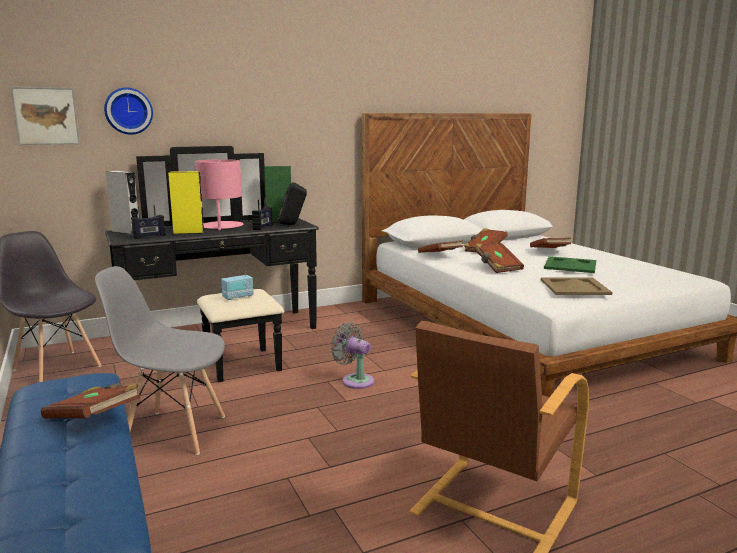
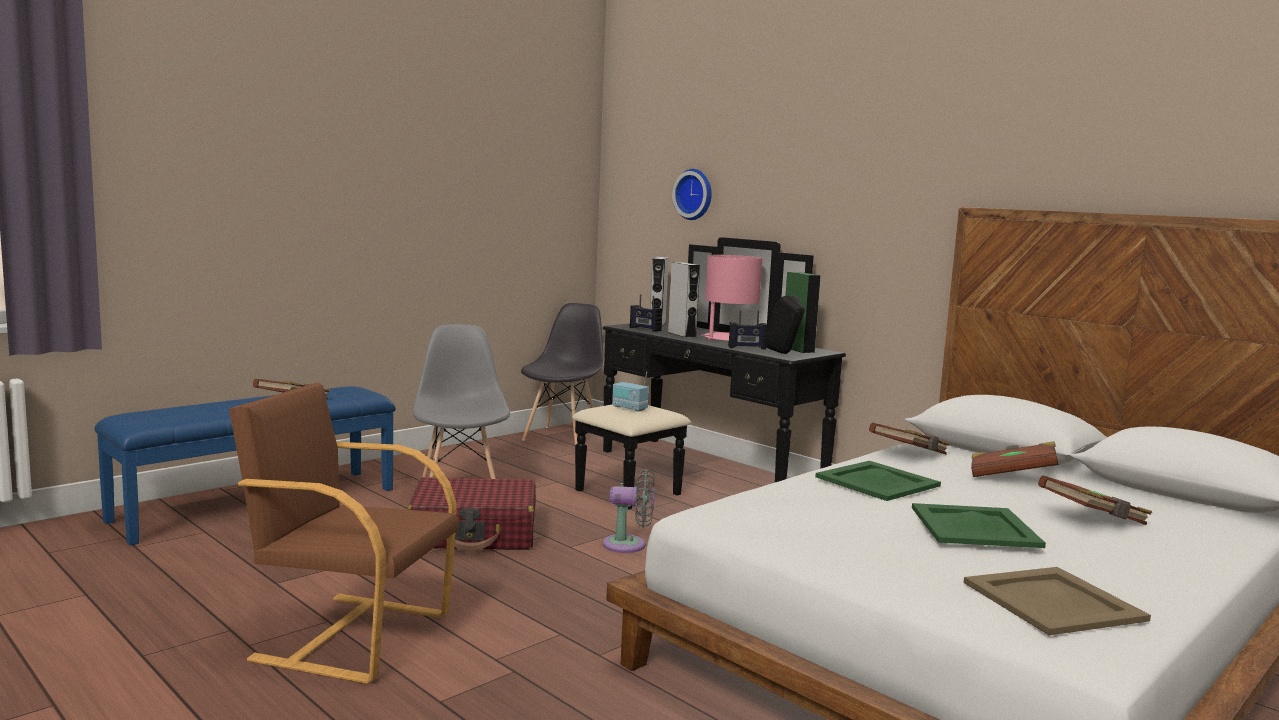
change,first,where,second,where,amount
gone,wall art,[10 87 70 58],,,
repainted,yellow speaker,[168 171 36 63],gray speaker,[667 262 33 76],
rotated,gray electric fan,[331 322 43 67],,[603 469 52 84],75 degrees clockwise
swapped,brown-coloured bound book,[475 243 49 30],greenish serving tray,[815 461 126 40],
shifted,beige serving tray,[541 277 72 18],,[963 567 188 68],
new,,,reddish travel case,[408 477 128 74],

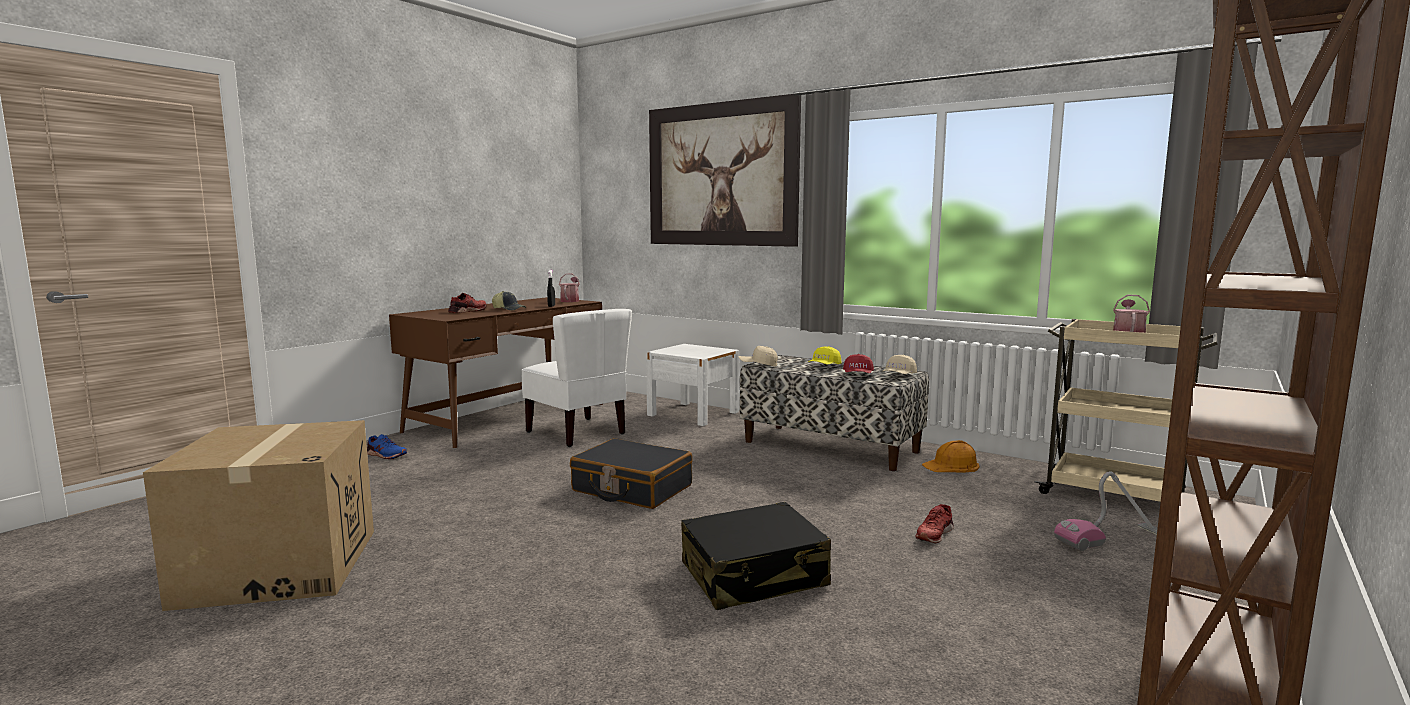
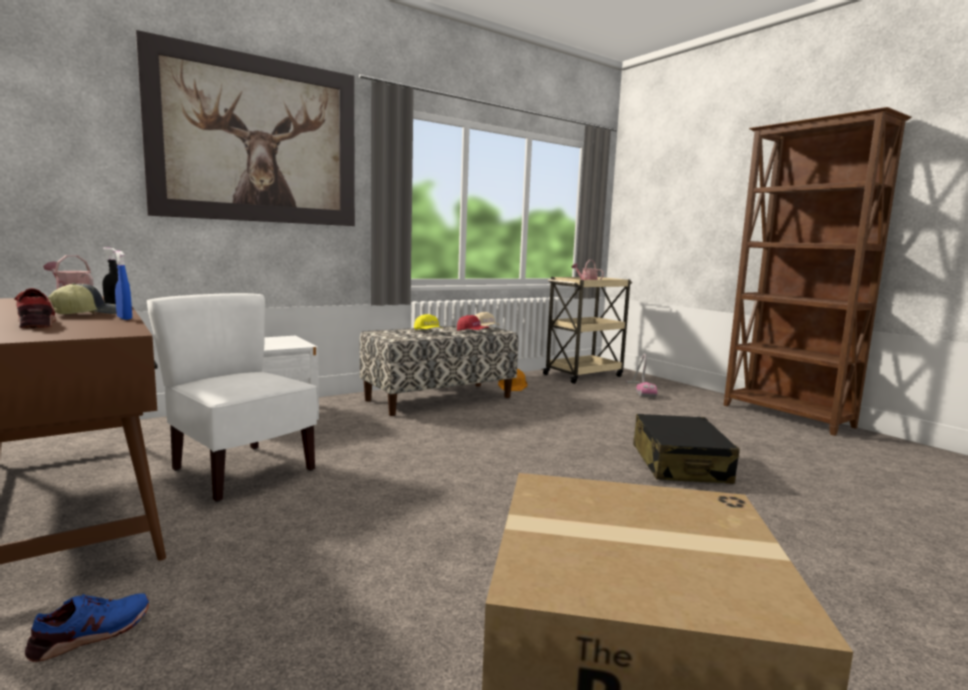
change,first,where,second,where,amount
rotated,whitish upright chair,[521 309 111 138],,[147 293 170 209],120 degrees counterclockwise
gone,black-coloured travel case,[570 438 122 71],,,
gone,beige peaked cap,[738 346 40 21],,,
gone,reddish low shoe,[916 504 38 40],,,
new,,,blue spray bottle,[115 251 17 69],

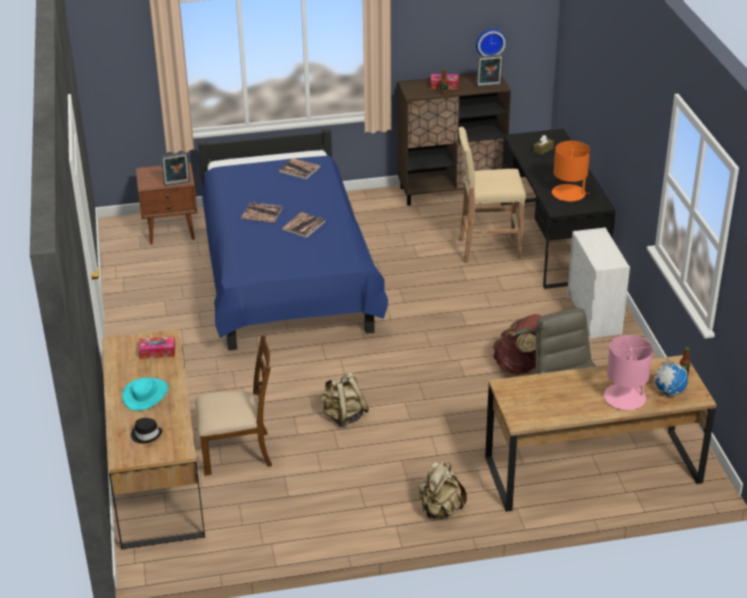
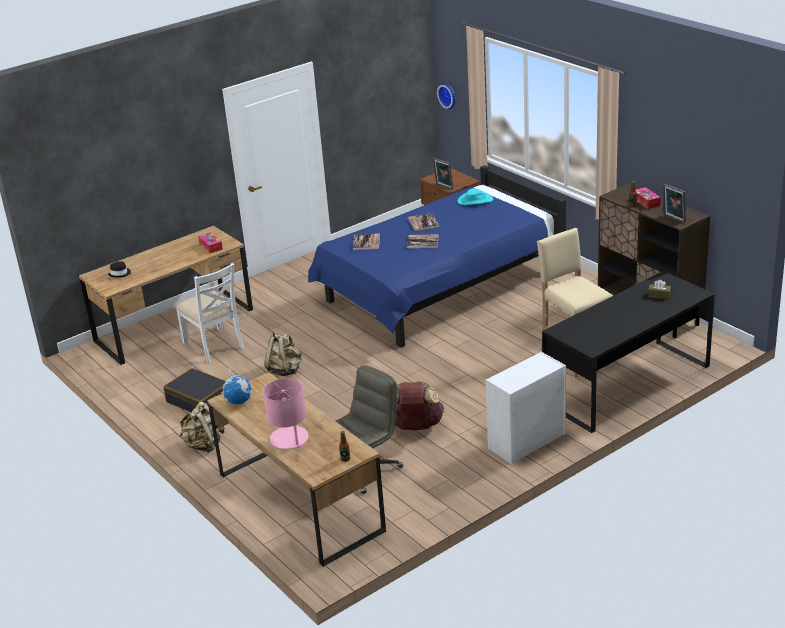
change,first,where,second,where,amount
shifted,turquoise-coloured wearable hat,[122 378 46 33],,[458 189 36 16],
repainted,brown-coloured upright chair,[195 335 77 141],whitish upright chair,[176 263 69 100],
shifted,bound book,[279 158 41 21],,[353 233 27 17],
shifted,clock on the wall,[476 29 30 27],,[437 83 19 26],
gone,orange lamp for a table,[552 141 38 60],,,
shifted,world globe,[654 361 34 35],,[221 368 31 37],
new,,,black-coloured travel case,[163 368 63 44],

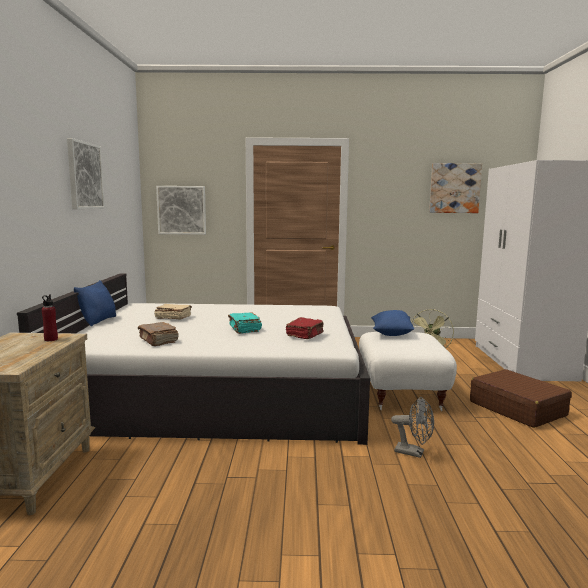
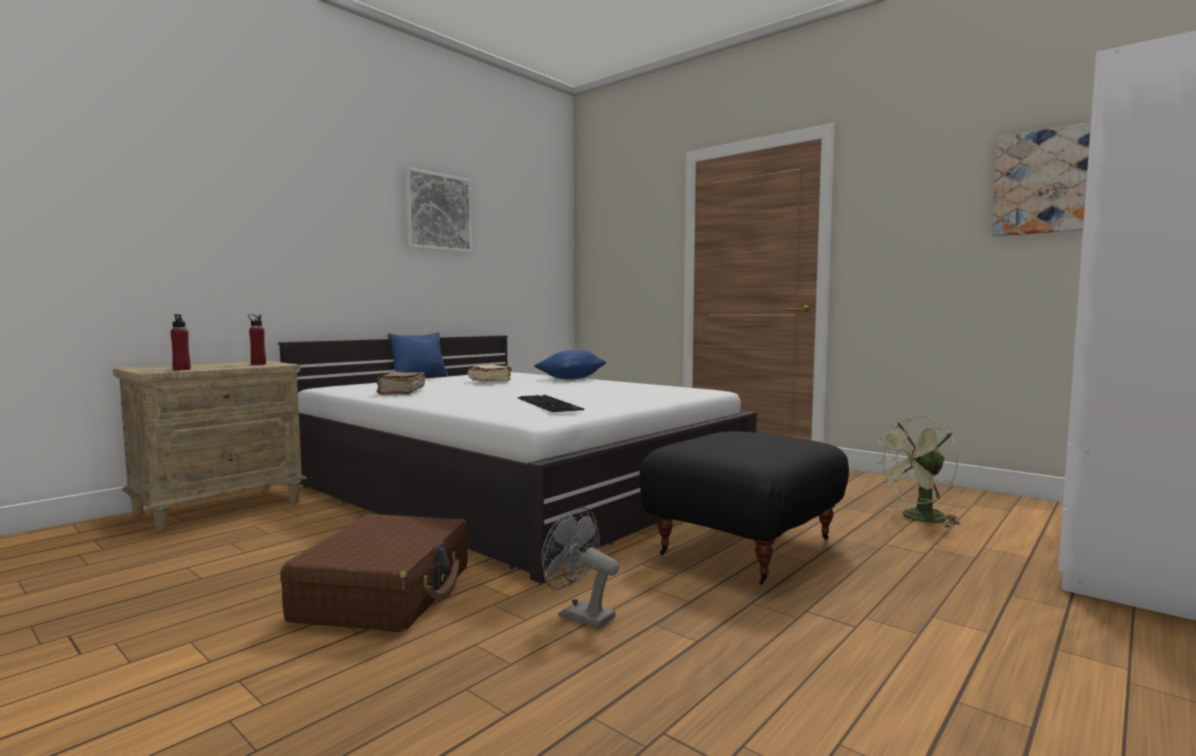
change,first,where,second,where,amount
gone,wall art,[156 186 50 49],,,
gone,turquoise-coloured bound book,[228 312 34 22],,,
swapped,reddish bound book,[286 317 38 22],PC keyboard,[518 395 66 17],
repainted,whitish footrest,[359 332 98 79],black-coloured footrest,[639 431 210 154],
shifted,blue pillow,[371 310 43 26],,[534 350 73 29],
rotated,gray electric fan,[391 397 43 61],,[541 507 78 122],150 degrees clockwise
shifted,brown-coloured travel case,[470 369 102 59],,[280 514 188 118],
new,,,reddish drink bottle,[171 314 20 56],

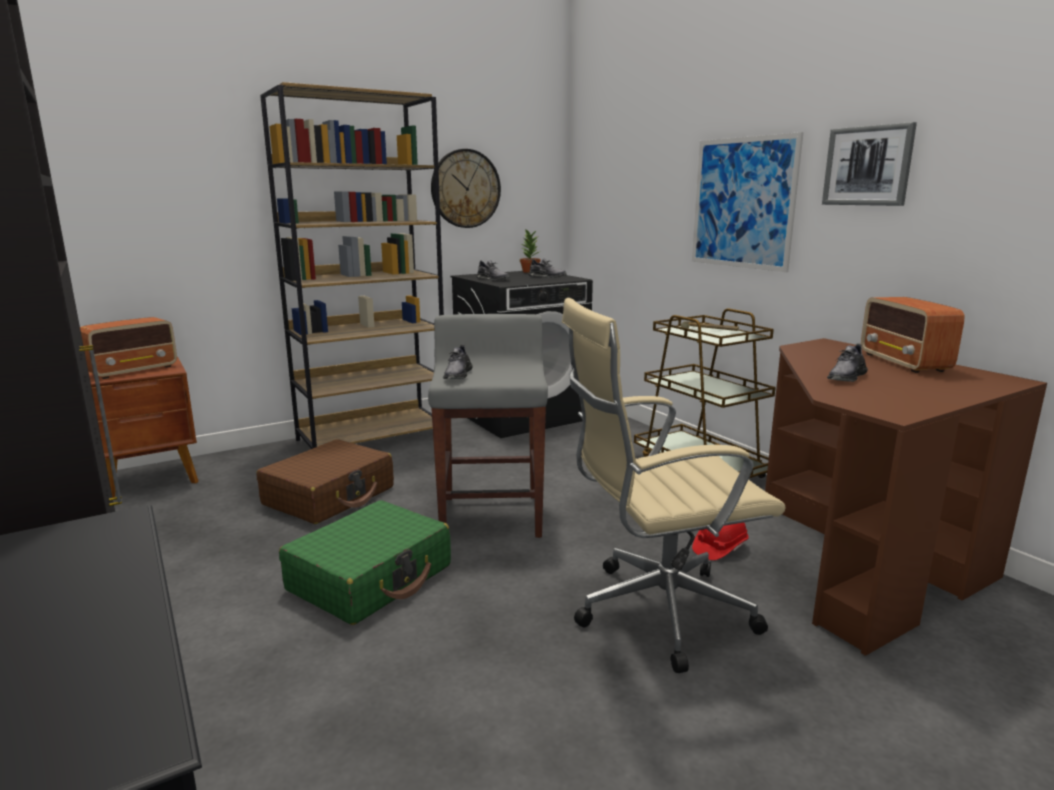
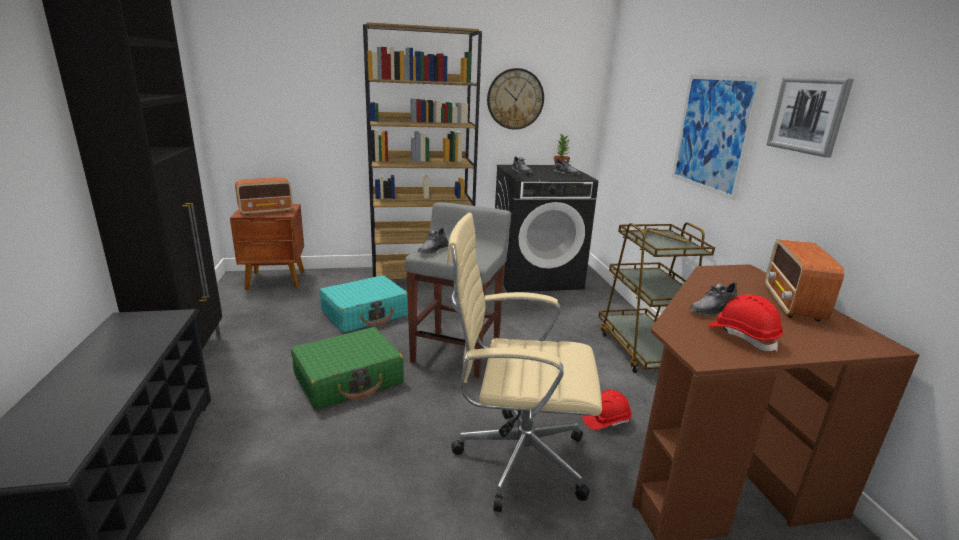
change,first,where,second,where,amount
repainted,brown-coloured travel case,[256 439 138 85],turquoise-coloured travel case,[319 275 89 58],
new,,,reddish safety helmet,[708 294 75 58],

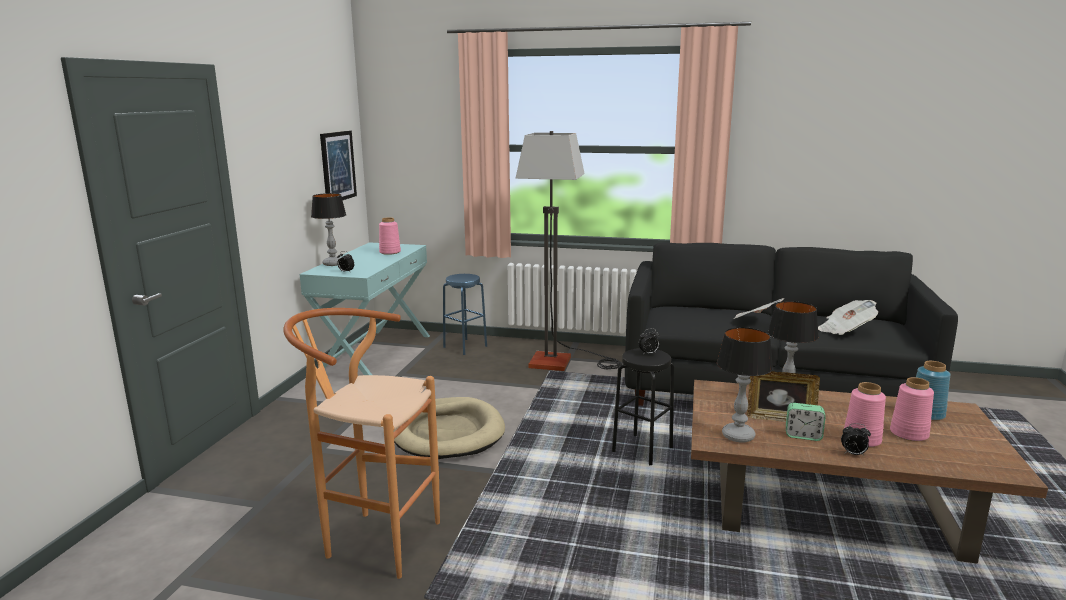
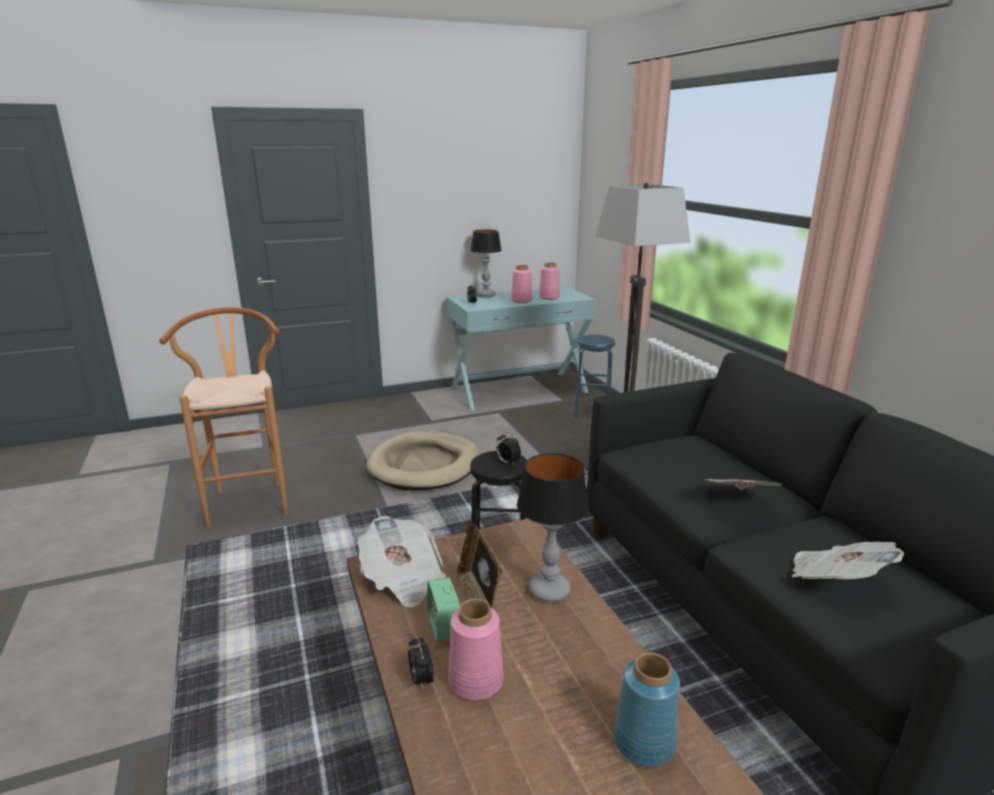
change,first,where,second,where,amount
gone,wall art,[320 131 37 69],,,
swapped,lamp for a table,[717 327 56 116],daily paper,[357 516 89 92],
shifted,pink vase,[890 377 44 64],,[511 265 21 38],

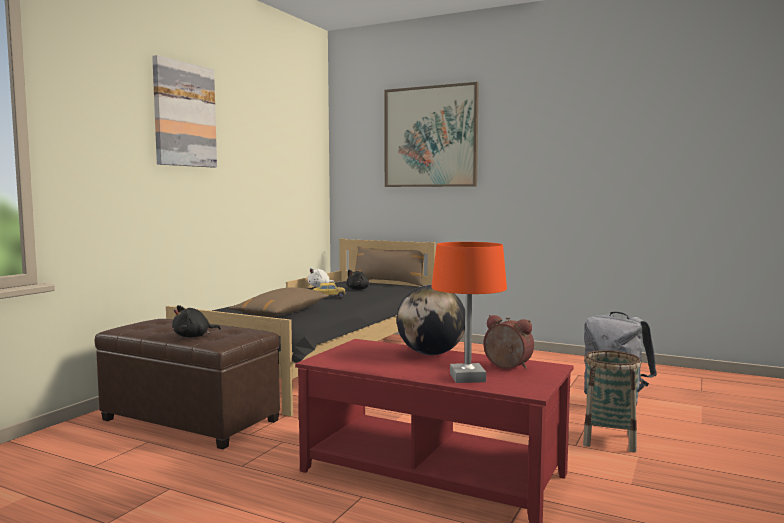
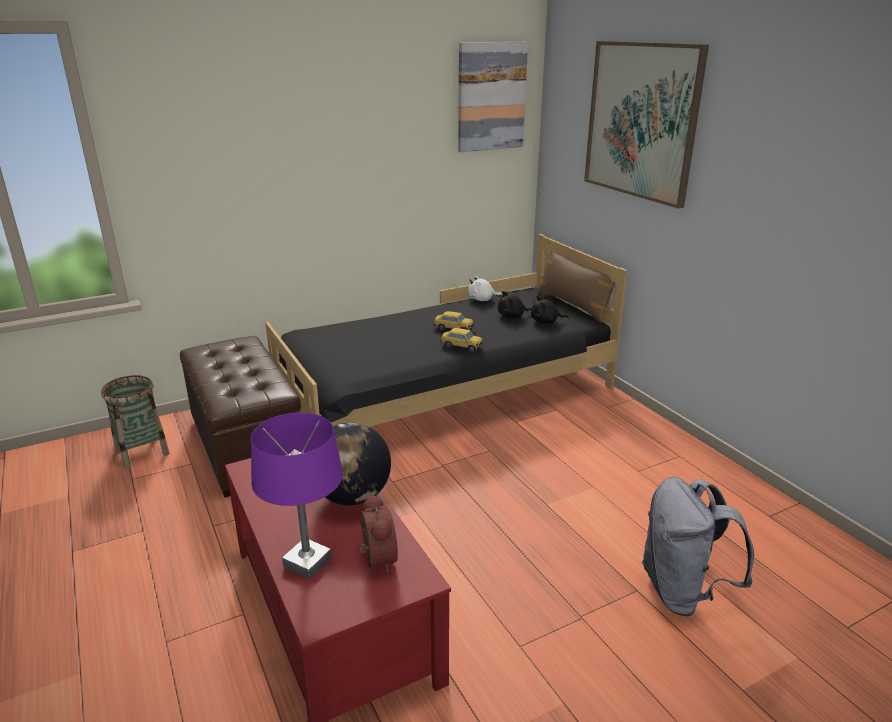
change,first,where,second,where,amount
shifted,wall art,[152 55 65 113],,[458 42 70 110],
shifted,black-coloured plush toy,[172 305 49 32],,[531 296 38 28],
gone,brown-coloured pillow,[229 287 100 30],,,
repainted,orange lamp for a table,[432 242 75 141],purple lamp for a table,[251 413 92 166],
shifted,household basket,[583 350 58 103],,[101 375 68 93],
new,,,miniature car,[440 328 43 24],

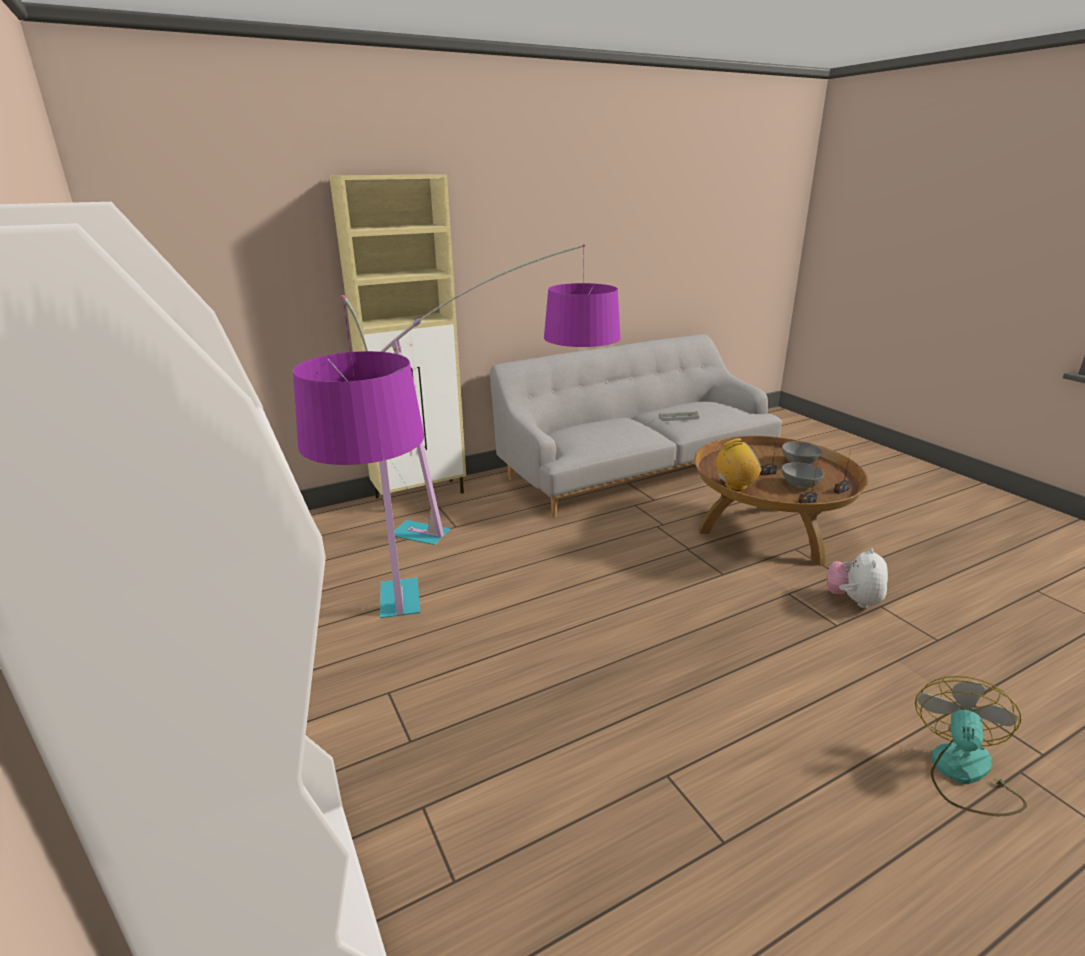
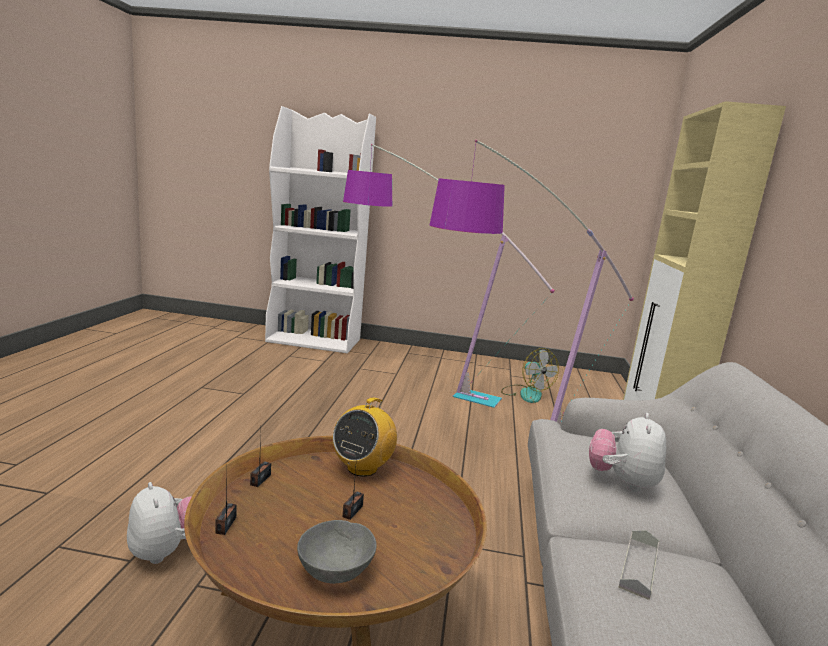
change,first,where,second,where,amount
gone,gray bowl,[782 462 42 27],,,
shifted,electric fan,[915 676 112 140],,[501 348 58 55],
new,,,plush toy,[589 413 77 79],

